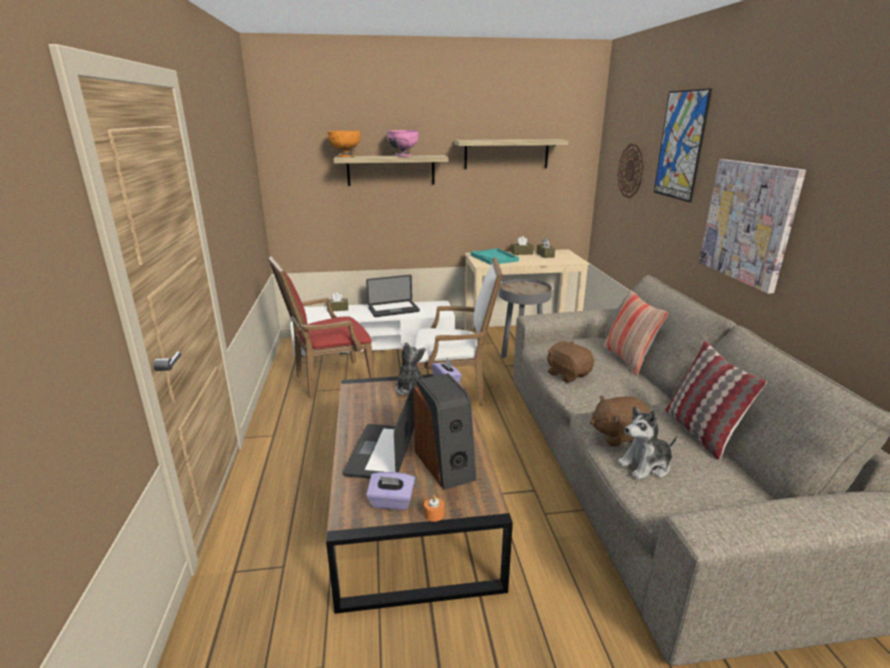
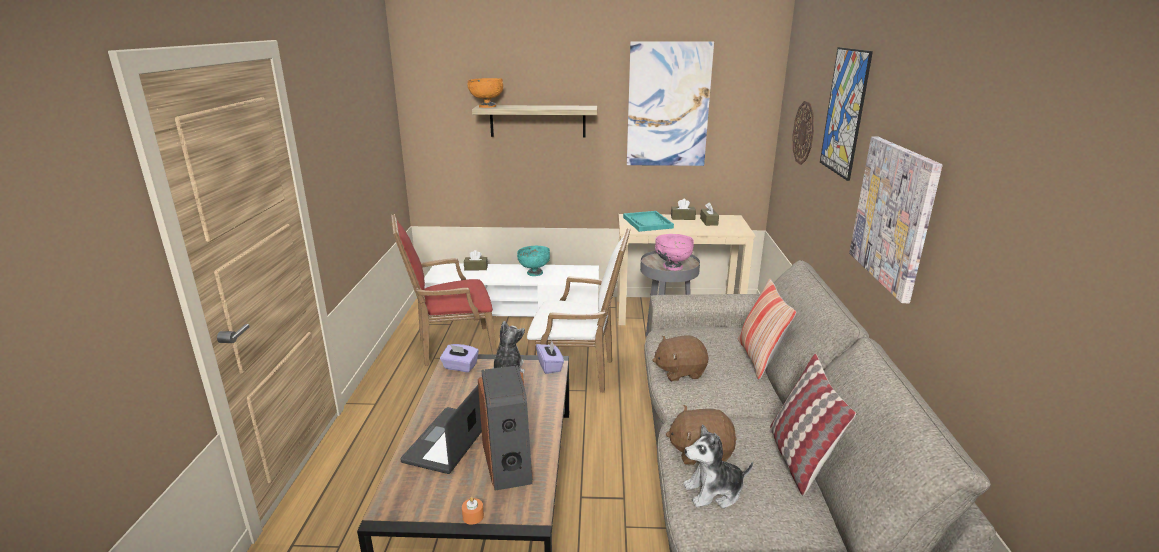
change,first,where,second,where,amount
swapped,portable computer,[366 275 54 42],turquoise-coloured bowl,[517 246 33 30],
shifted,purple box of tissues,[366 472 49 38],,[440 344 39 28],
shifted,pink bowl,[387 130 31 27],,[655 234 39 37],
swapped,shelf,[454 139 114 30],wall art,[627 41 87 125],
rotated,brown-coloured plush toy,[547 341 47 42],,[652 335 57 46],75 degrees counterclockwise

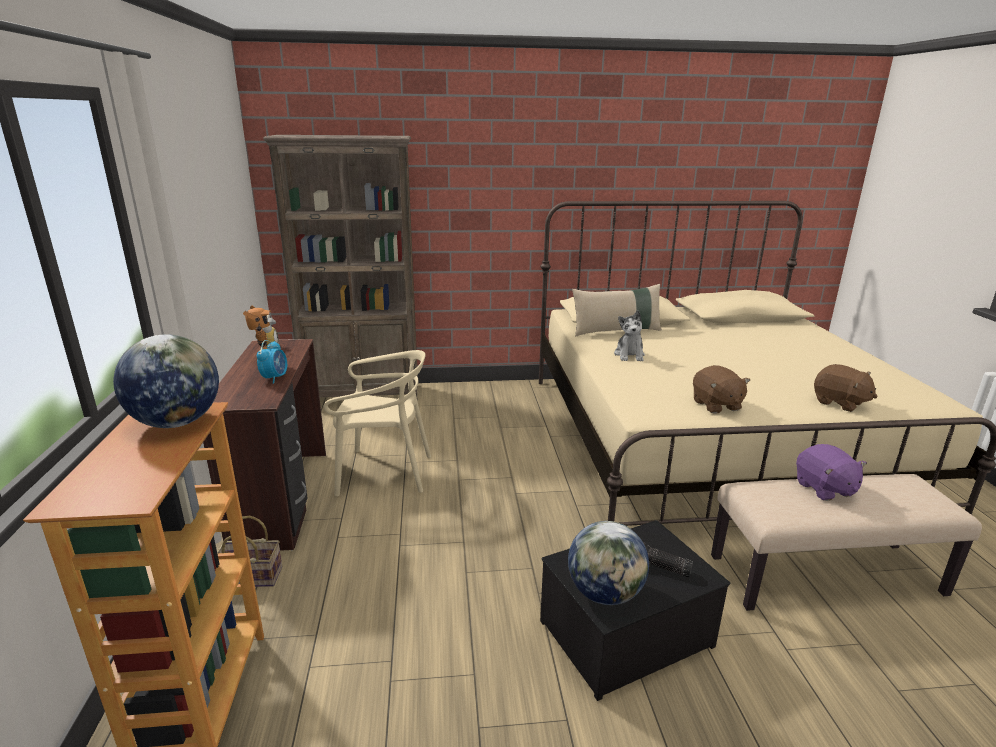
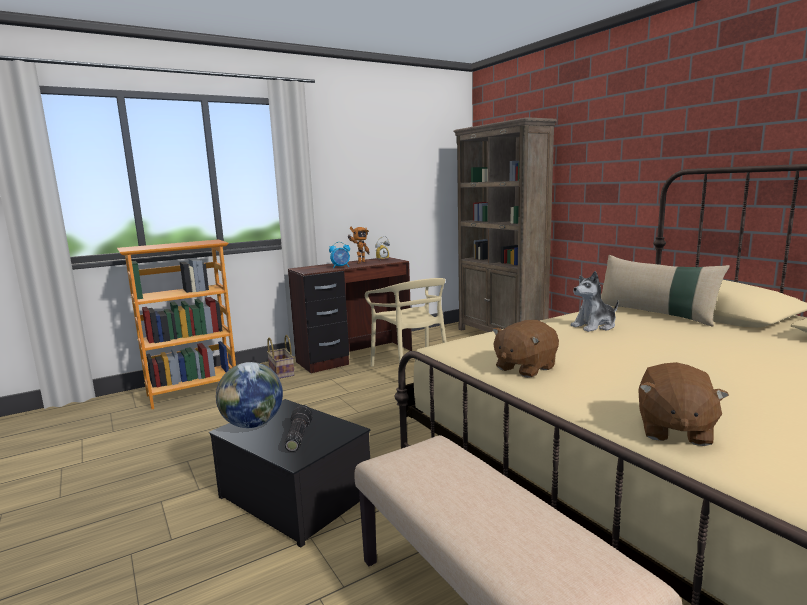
change,first,where,second,where,amount
gone,world globe,[113 334 106 94],,,
gone,purple plush toy,[796 444 71 57],,,

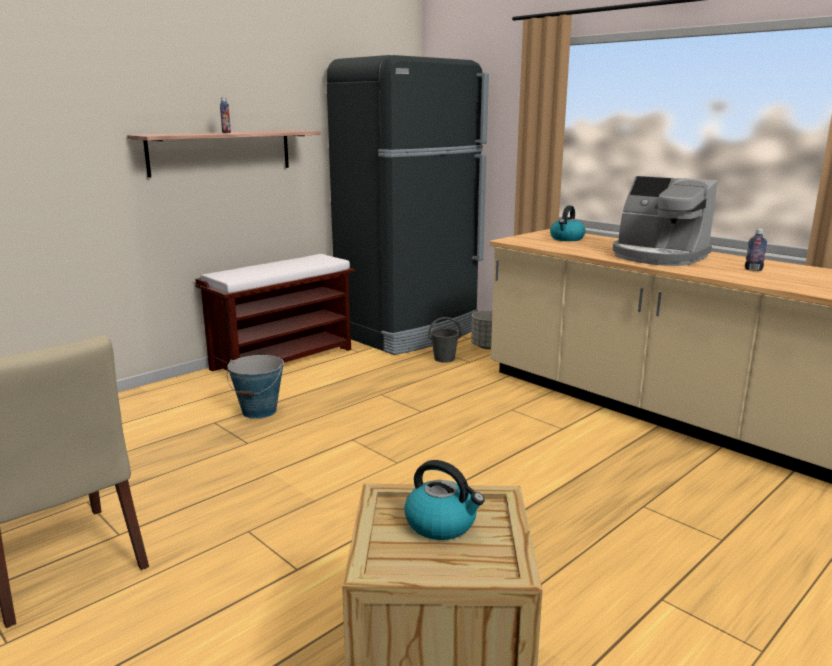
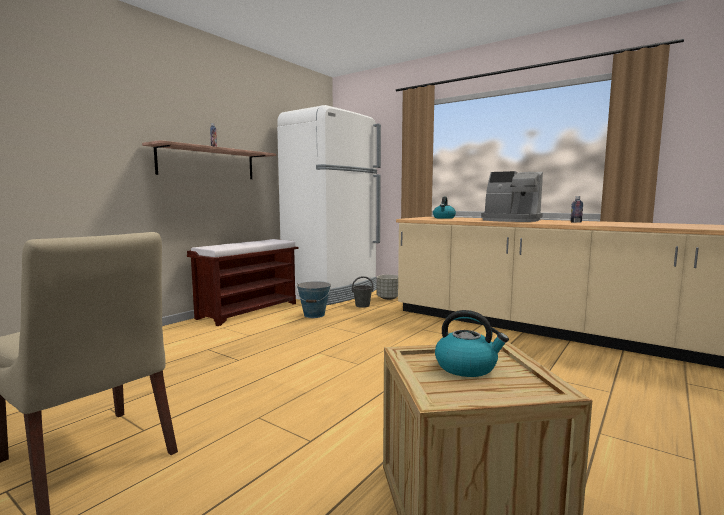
change,first,where,second,where,amount
shifted,bucket,[227 355 57 64],,[296 281 35 37],
repainted,black-coloured kitchen fridge,[327 55 162 300],whitish kitchen fridge,[277 105 104 200],

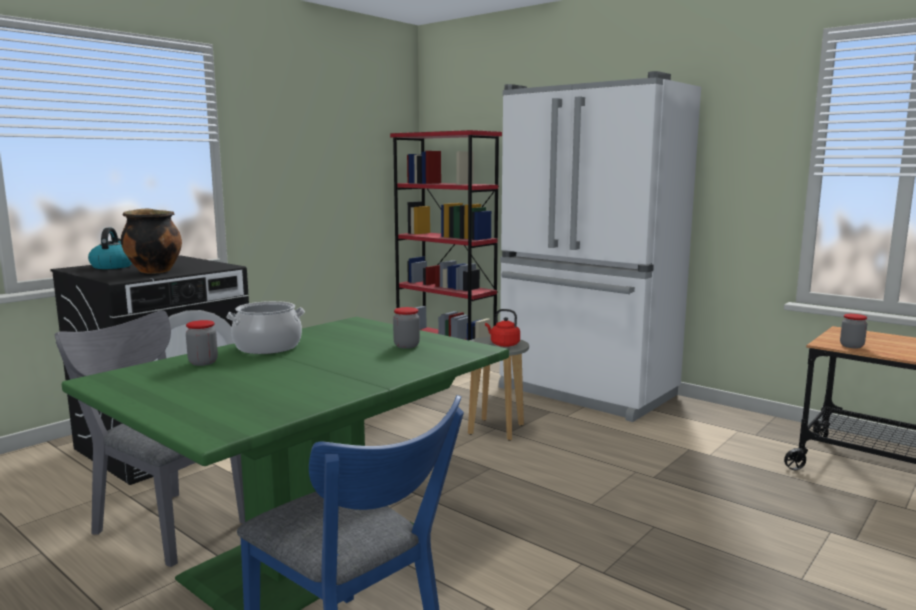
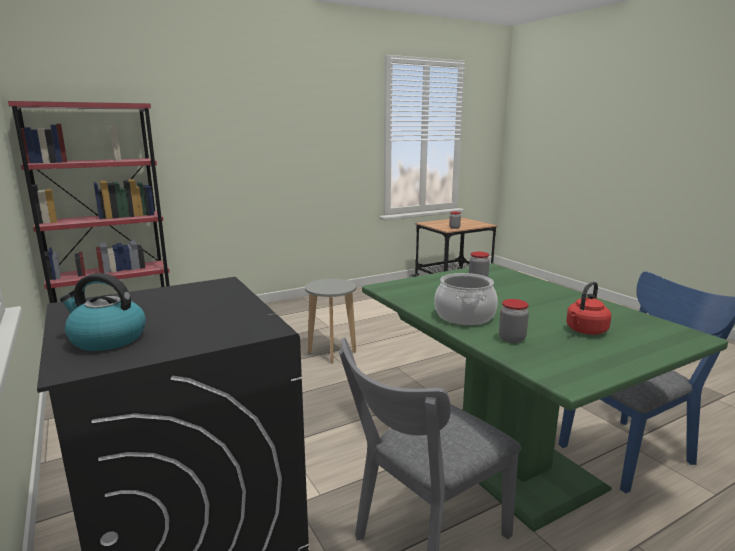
change,first,where,second,where,amount
gone,cooking pot,[121 208 61 66],,,
shifted,reddish tea kettle,[485 309 35 38],,[566 281 45 54],
gone,whitish kitchen fridge,[499 71 202 351],,,

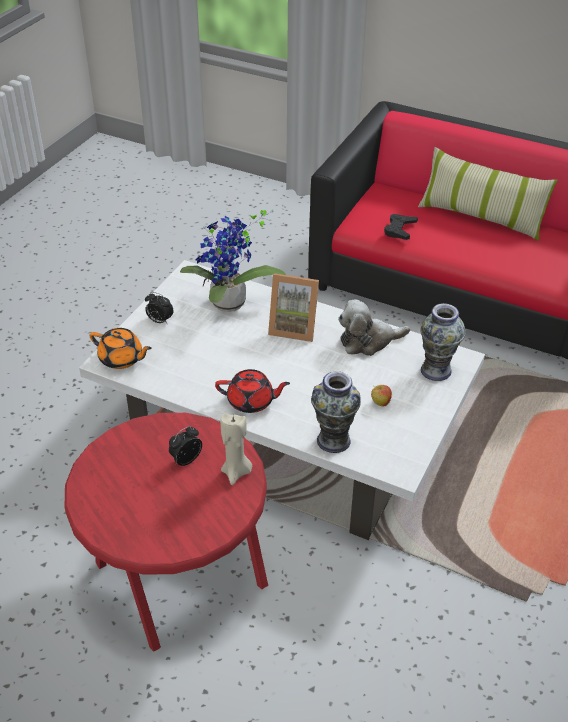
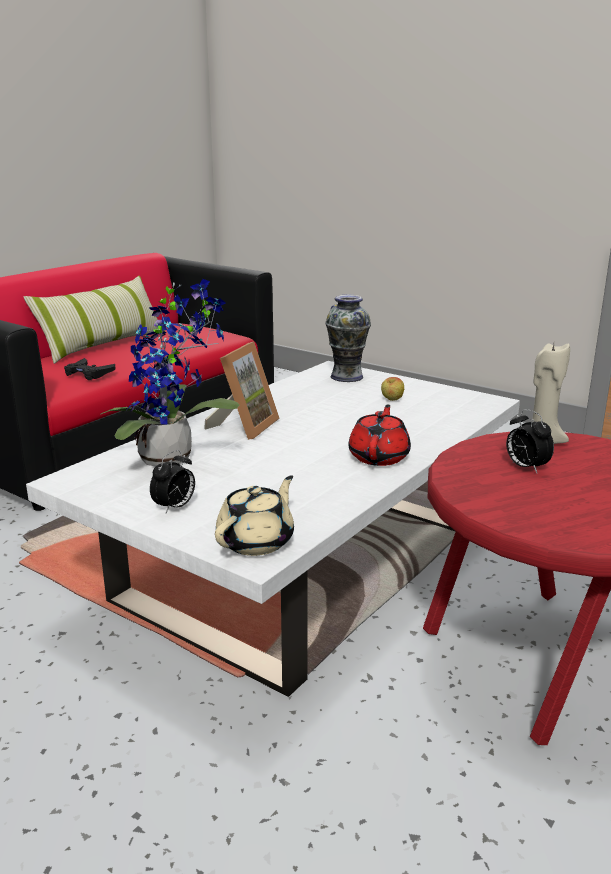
change,first,where,second,where,amount
repainted,orange teapot,[90 328 62 41],beige teapot,[215 475 79 81],
gone,vase,[311 371 50 82],,,
gone,plush toy,[338 299 72 57],,,

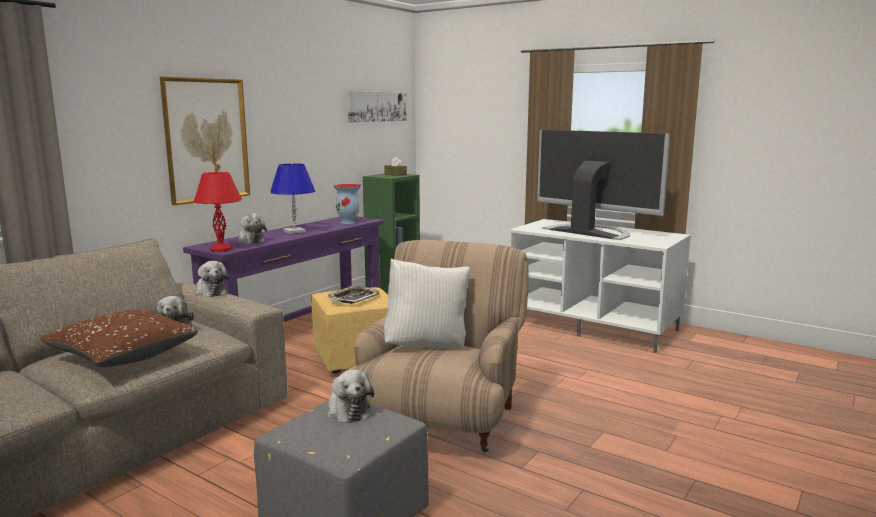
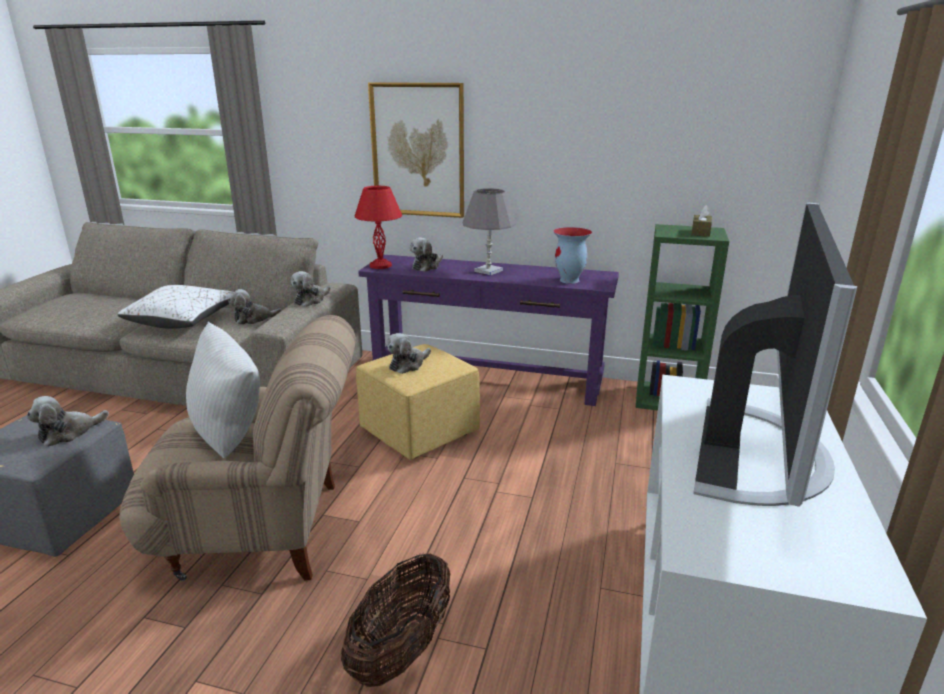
change,first,where,second,where,amount
repainted,brown-coloured pillow,[40 310 158 57],whitish pillow,[118 285 116 44],
repainted,blue lamp for a table,[270 163 45 71],gray lamp for a table,[463 188 53 87],
swapped,serving tray,[328 286 51 18],plush toy,[387 333 44 41],
gone,wall art,[347 91 60 31],,,
new,,,household basket,[341 553 109 134],

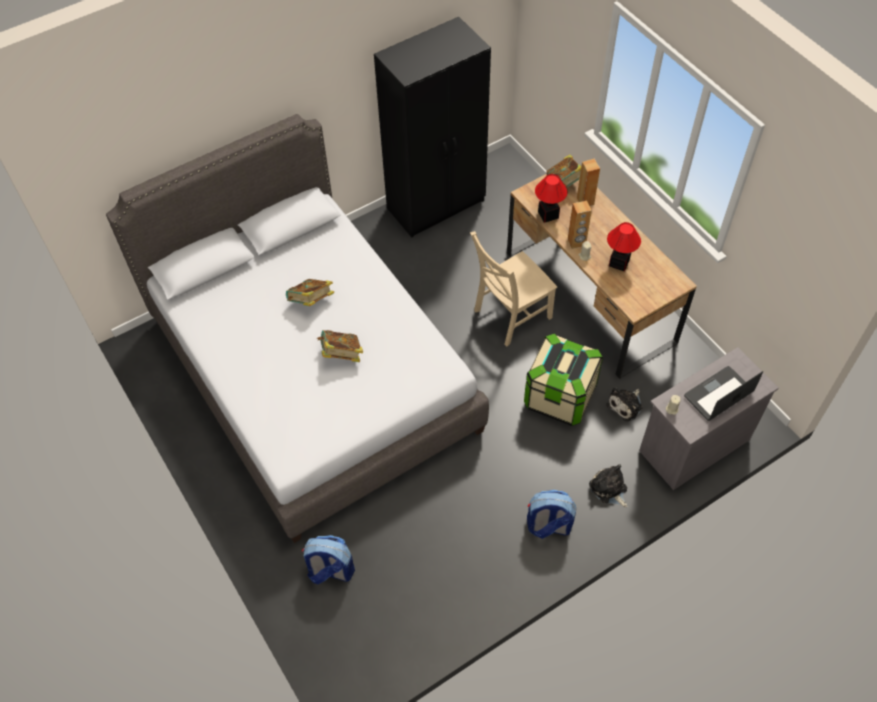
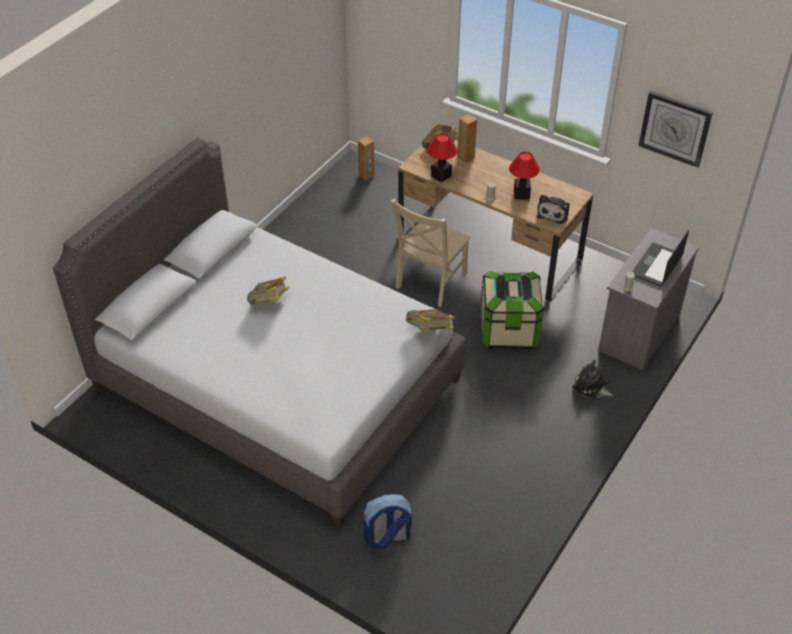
change,first,where,second,where,amount
shifted,bound book,[317 330 46 32],,[405 309 50 22],
gone,black-coloured clothes cupboard,[374 17 117 221],,,
gone,backpack,[527 490 49 49],,,
shifted,brown-coloured speaker,[568 201 24 48],,[358 136 17 44],
shifted,plush toy,[606 387 36 34],,[537 195 33 29],
new,,,clock on the wall,[638 91 75 77],

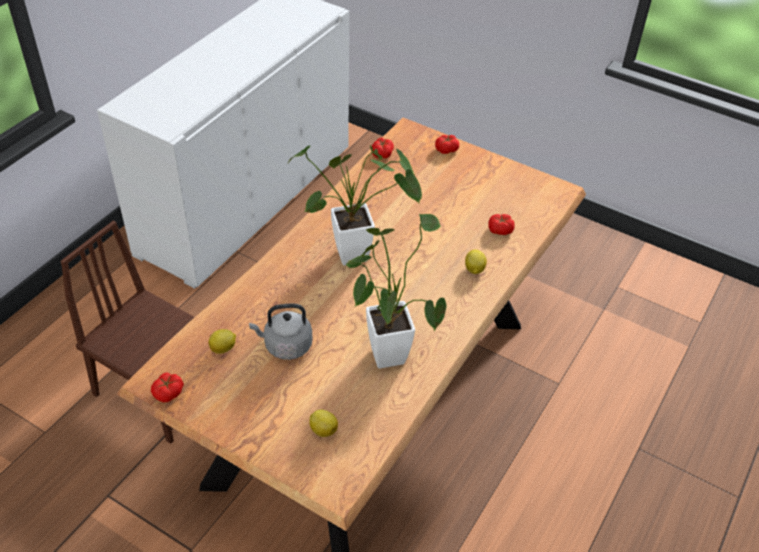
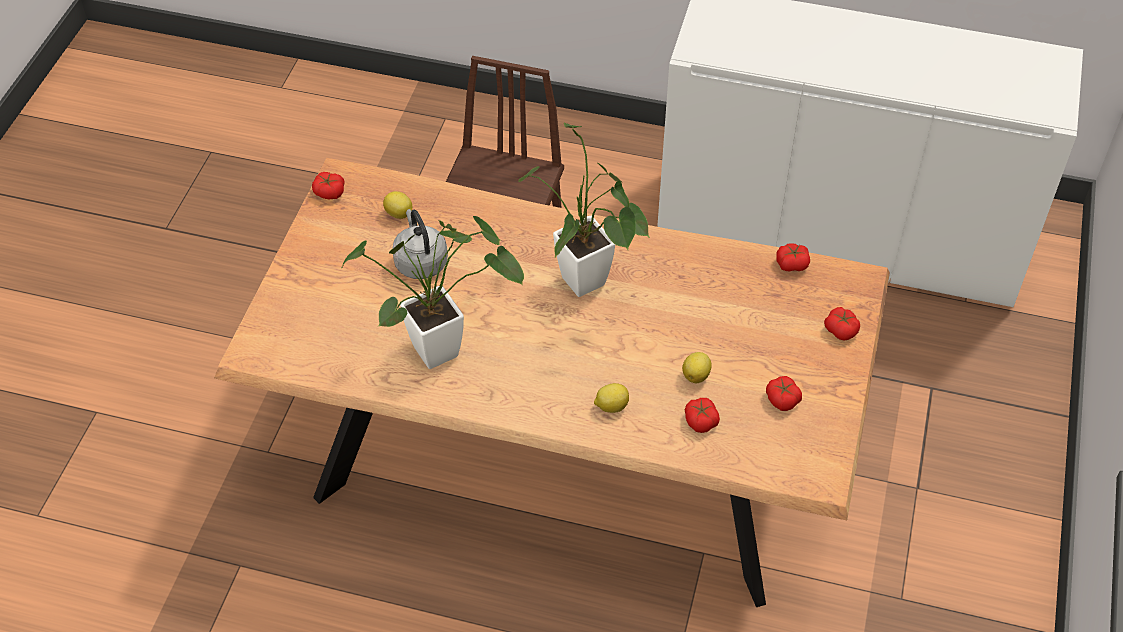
change,first,where,second,where,amount
shifted,whole lemon,[309 410 29 27],,[682 352 30 31],
new,,,tomato,[766 376 36 35],

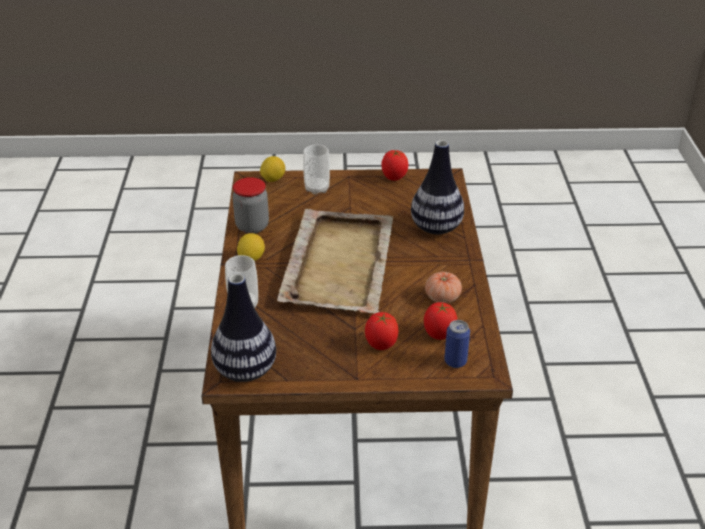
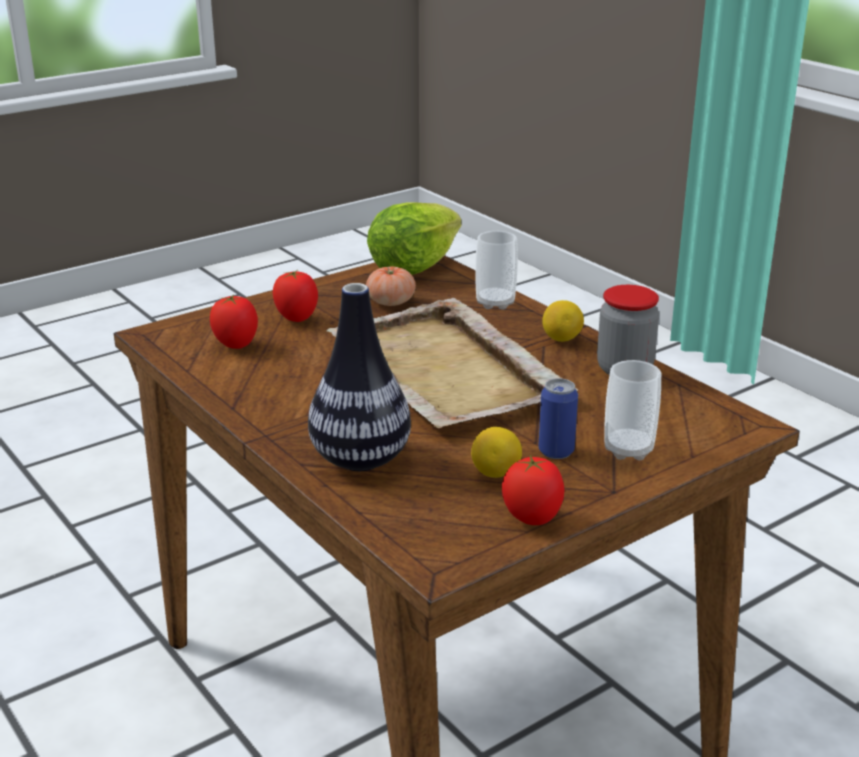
change,first,where,second,where,amount
swapped,vase,[211 274 65 108],lettuce head,[367 202 94 73],
shifted,whole lemon,[260 156 25 26],,[471 427 51 51],
shifted,tomato,[425 272 37 31],,[366 266 50 40],
shifted,metal can,[444 320 26 48],,[538 378 40 81],

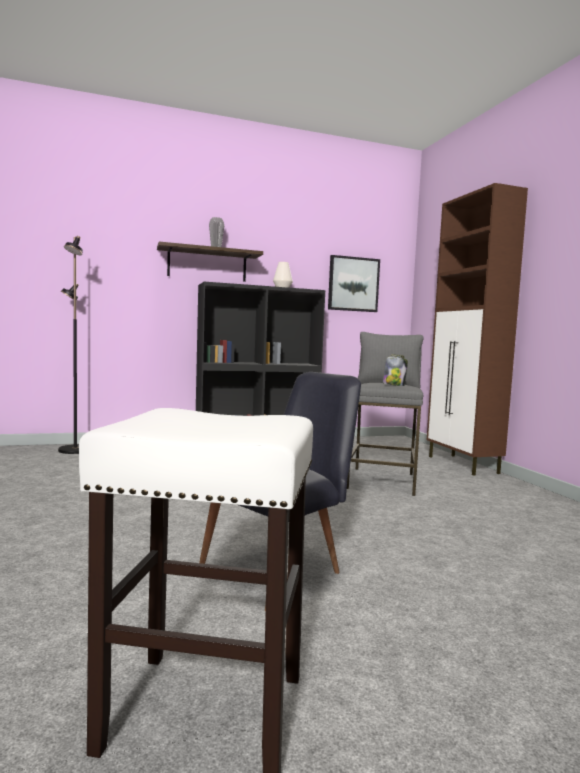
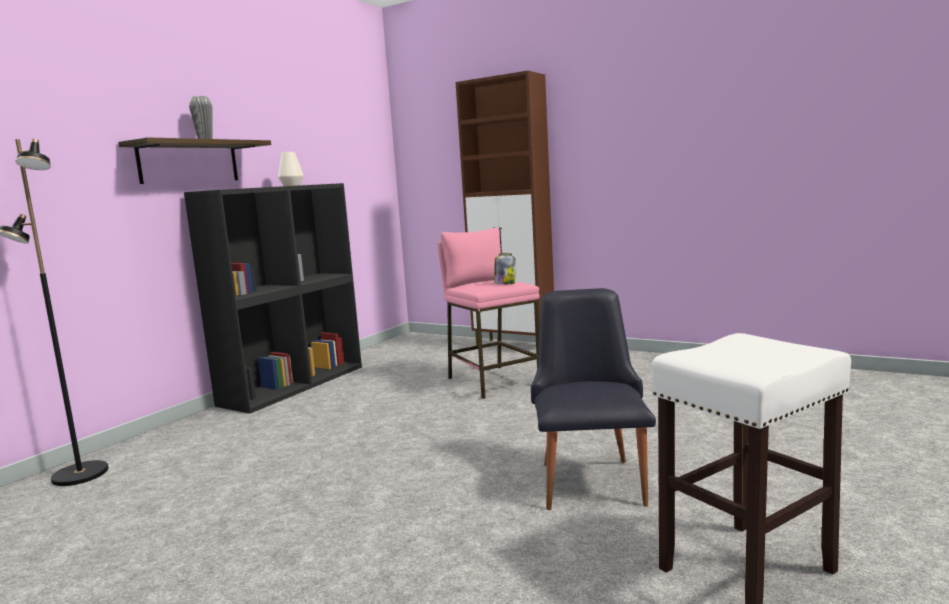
change,first,where,second,where,amount
gone,wall art,[328 255 52 57],,,
repainted,gray stool,[347 332 77 164],pink stool,[438 228 101 171],

